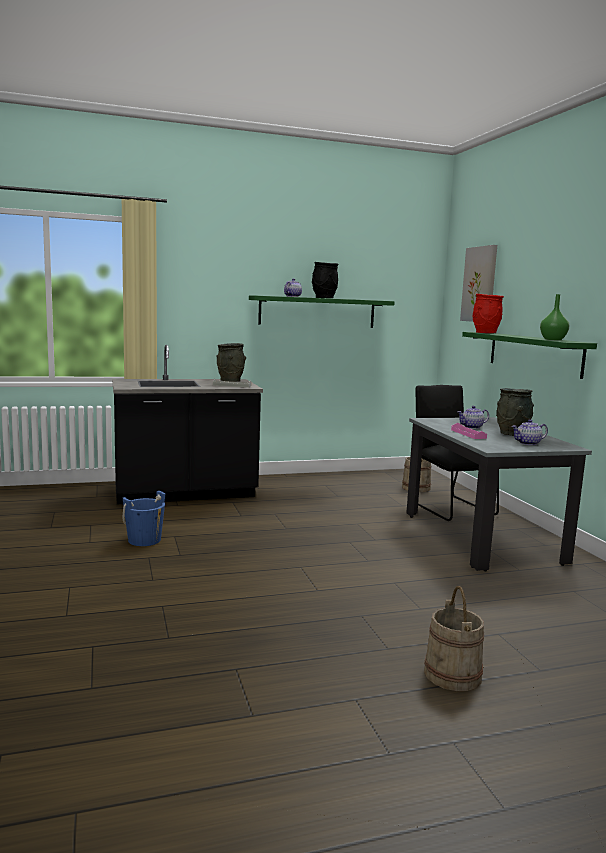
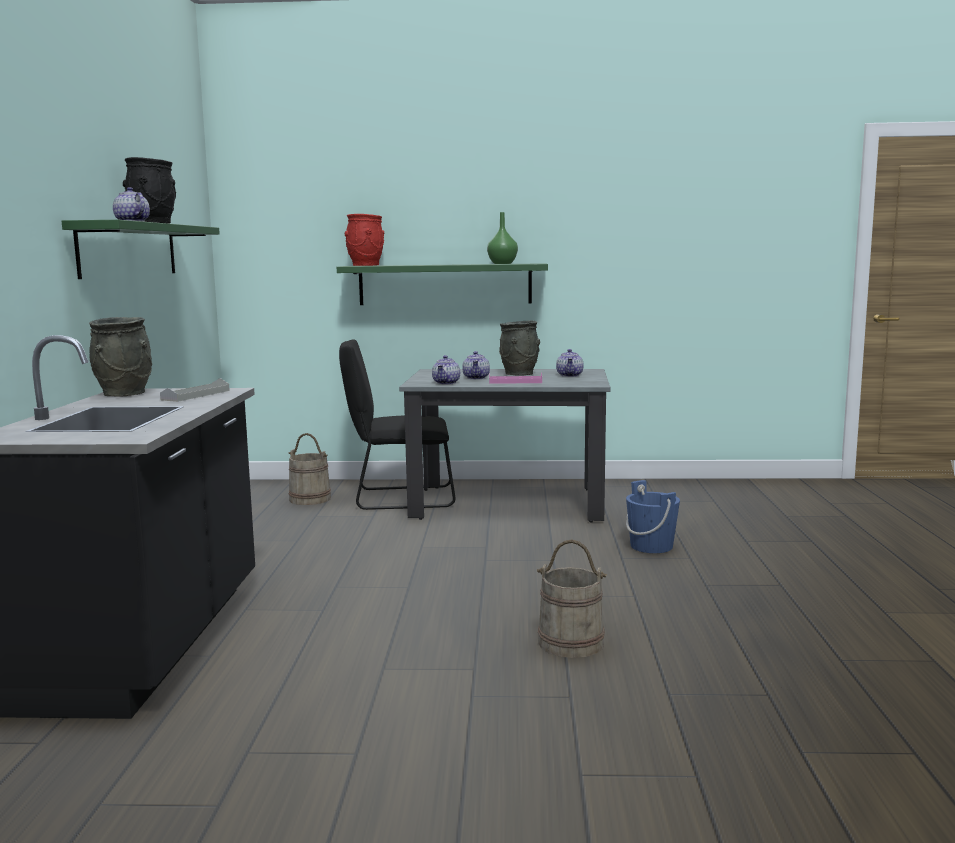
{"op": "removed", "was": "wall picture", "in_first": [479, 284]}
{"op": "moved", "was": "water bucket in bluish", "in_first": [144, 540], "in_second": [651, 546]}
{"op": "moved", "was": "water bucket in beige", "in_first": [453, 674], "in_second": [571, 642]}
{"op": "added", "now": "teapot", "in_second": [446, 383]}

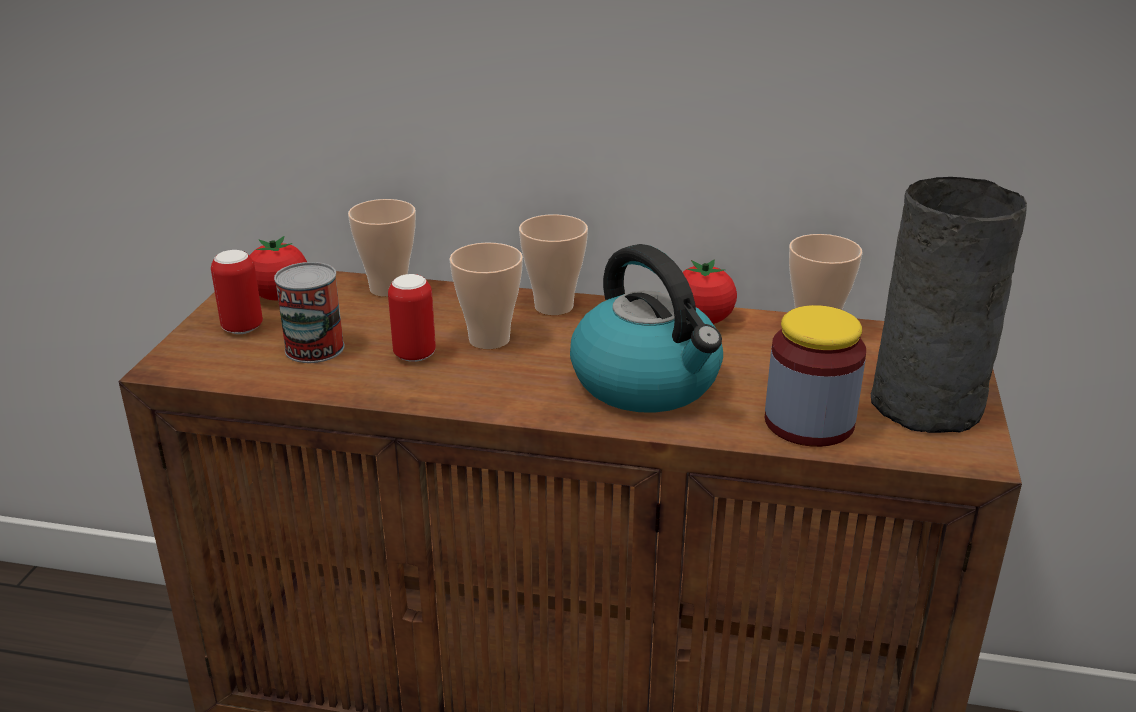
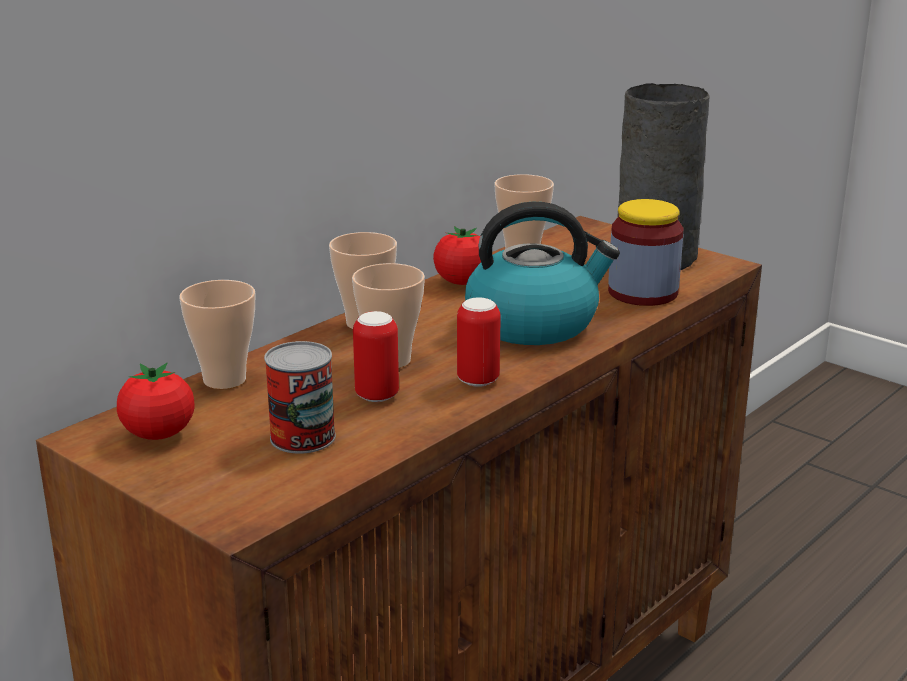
{"op": "moved", "was": "can", "in_first": [242, 328], "in_second": [478, 380]}

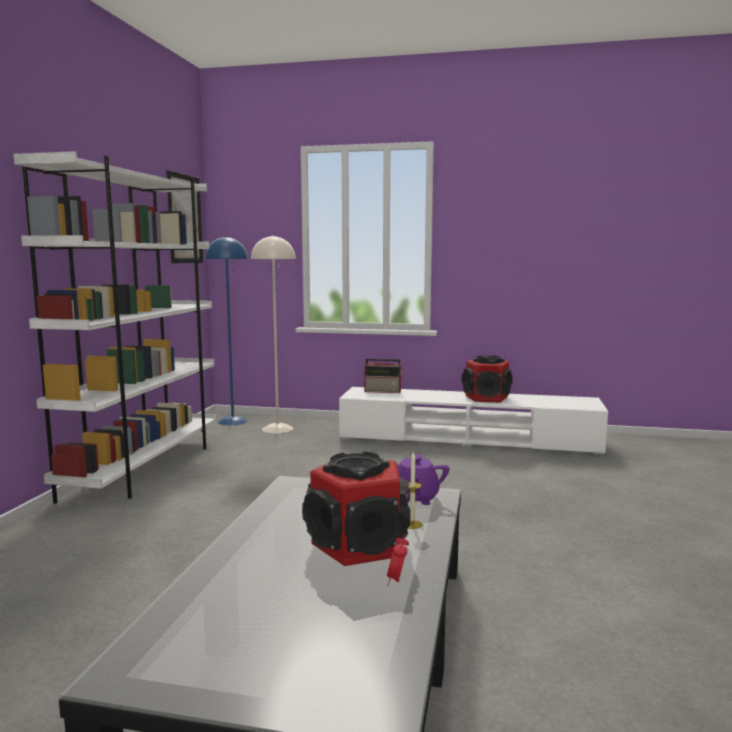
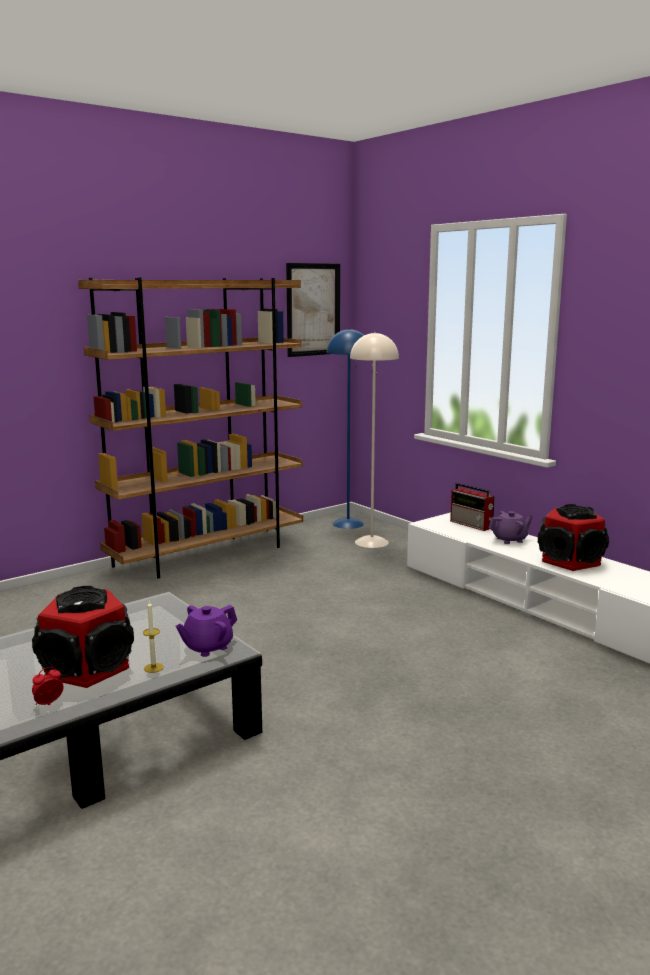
{"op": "recoloured", "was": "bookshelf in whitish", "now": "bookshelf in brown-coloured", "in_first": [145, 468], "in_second": [208, 554]}
{"op": "added", "now": "teapot in purple-coloured", "in_second": [510, 540]}

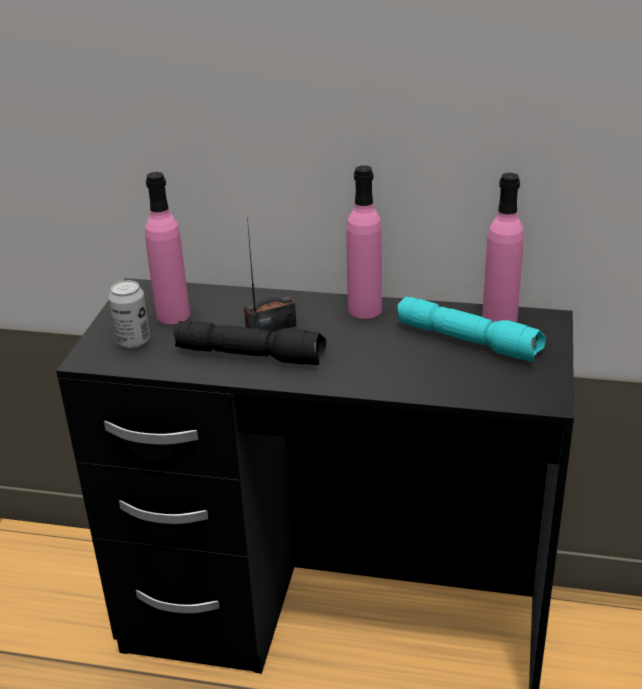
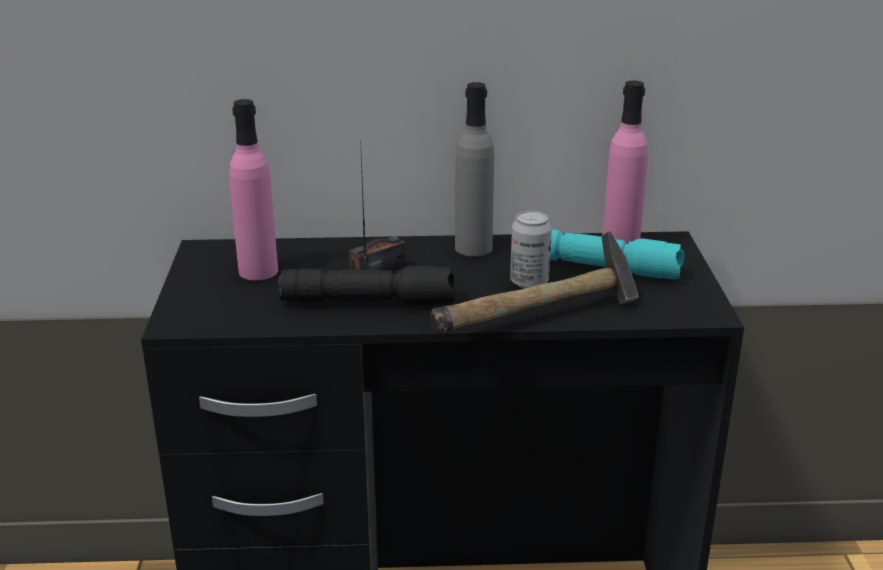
{"op": "recoloured", "was": "beverage bottle in pink", "now": "beverage bottle in gray", "in_first": [364, 309], "in_second": [473, 248]}
{"op": "moved", "was": "can", "in_first": [133, 341], "in_second": [529, 282]}
{"op": "added", "now": "tool hammer", "in_second": [540, 318]}

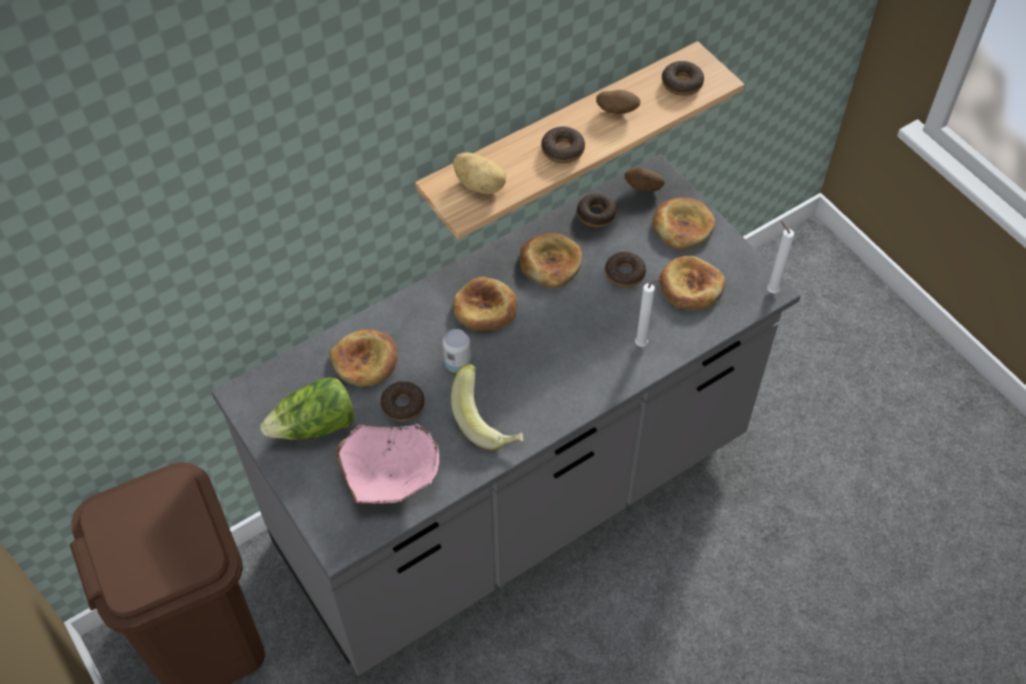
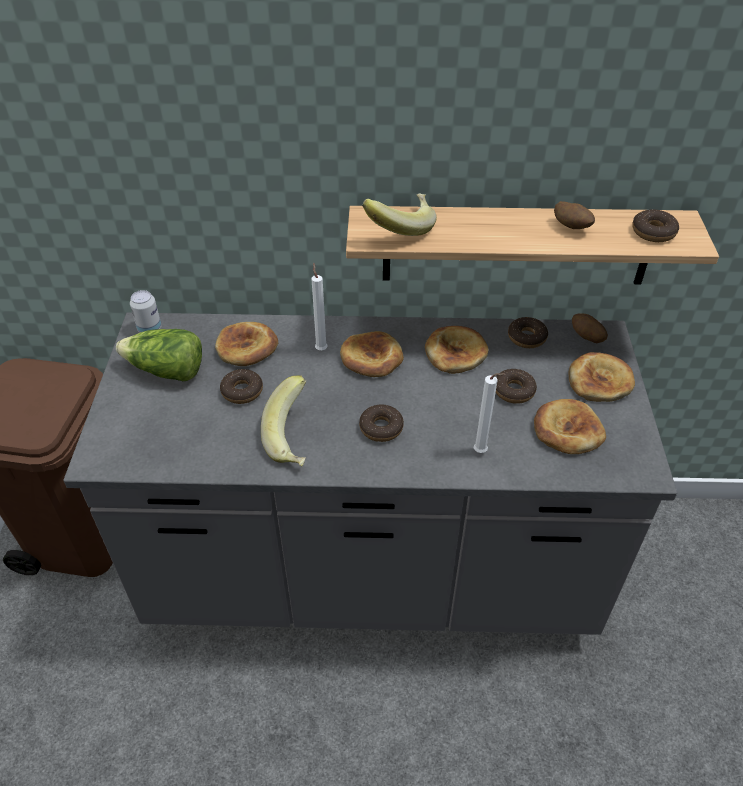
{"op": "moved", "was": "doughnut", "in_first": [562, 150], "in_second": [381, 428]}
{"op": "replaced", "was": "potato", "now": "whole banana", "in_first": [480, 184], "in_second": [400, 227]}
{"op": "moved", "was": "wax candle in whitish", "in_first": [770, 290], "in_second": [321, 348]}
{"op": "moved", "was": "can", "in_first": [457, 363], "in_second": [149, 329]}
{"op": "removed", "was": "bowl in pink", "in_first": [390, 476]}

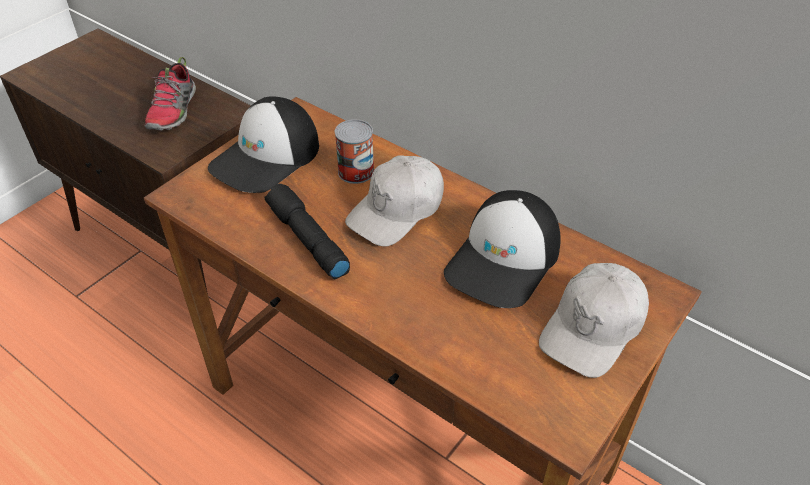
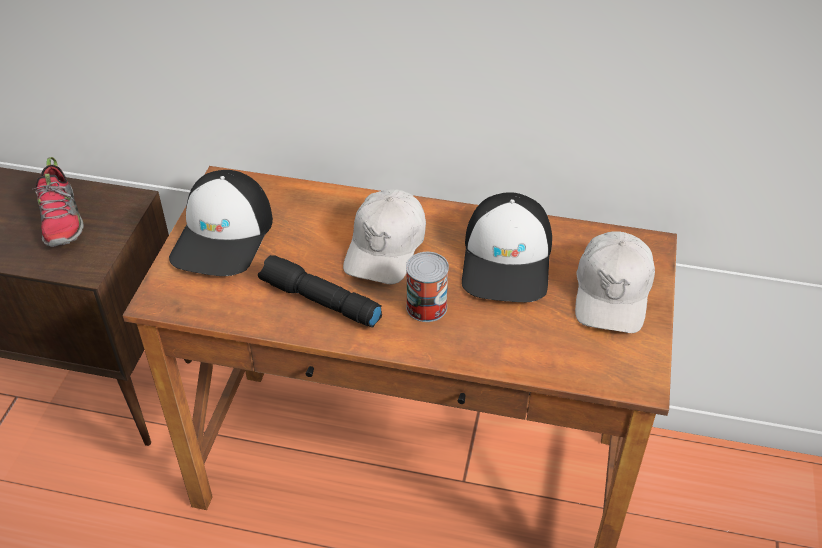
{"op": "moved", "was": "can", "in_first": [356, 171], "in_second": [426, 307]}

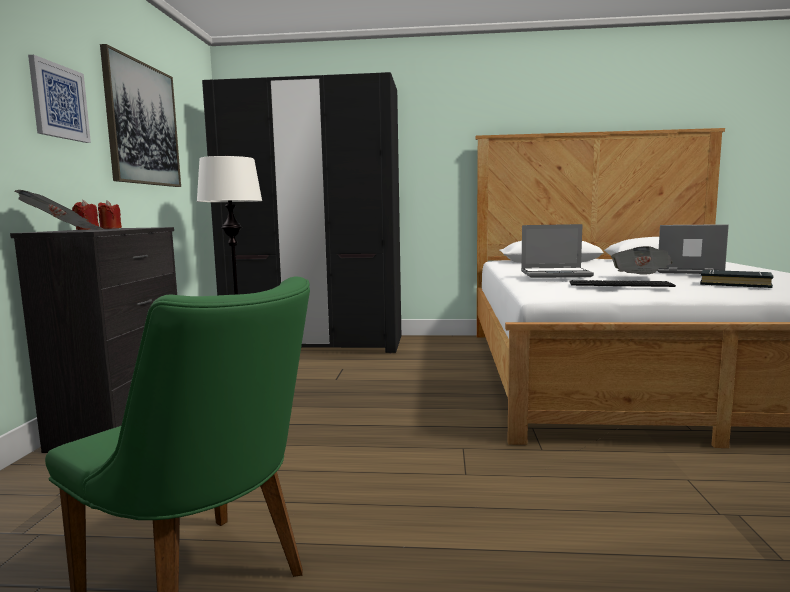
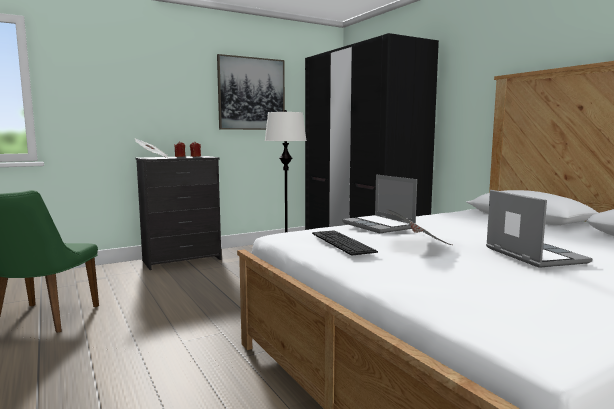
{"op": "removed", "was": "wall picture", "in_first": [59, 102]}
{"op": "removed", "was": "volume in black", "in_first": [735, 284]}

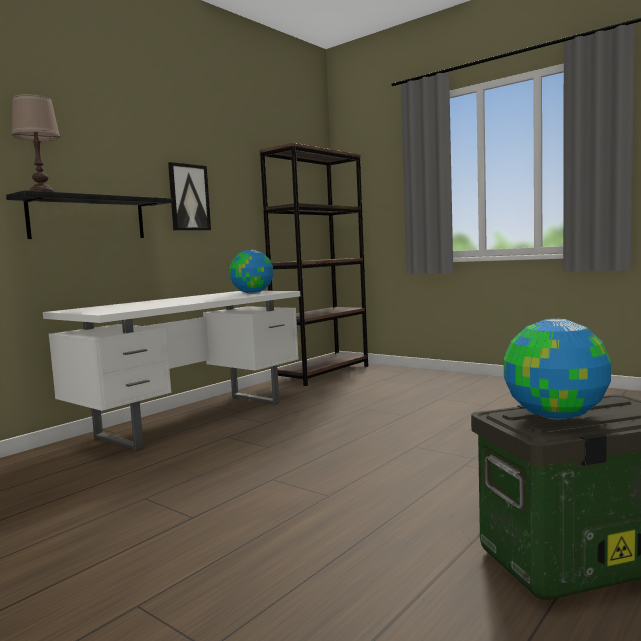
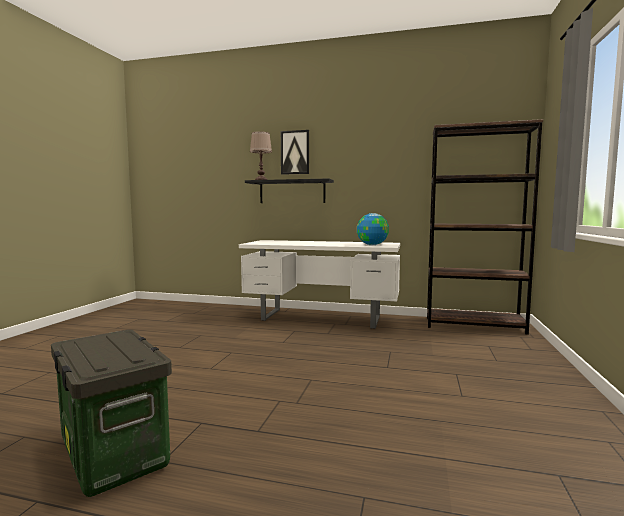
{"op": "moved", "was": "wall picture", "in_first": [189, 197], "in_second": [295, 152]}
{"op": "removed", "was": "globe", "in_first": [554, 416]}

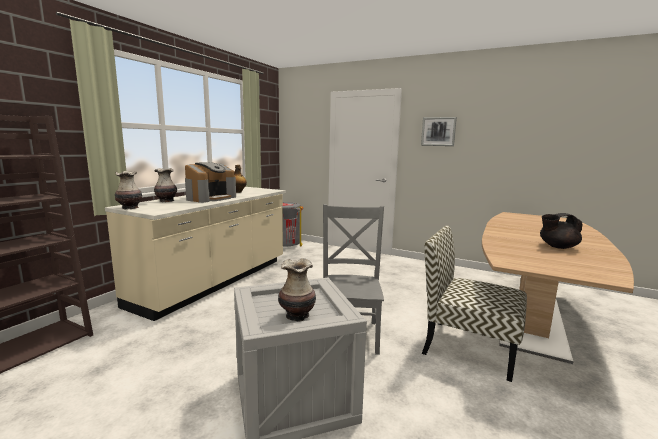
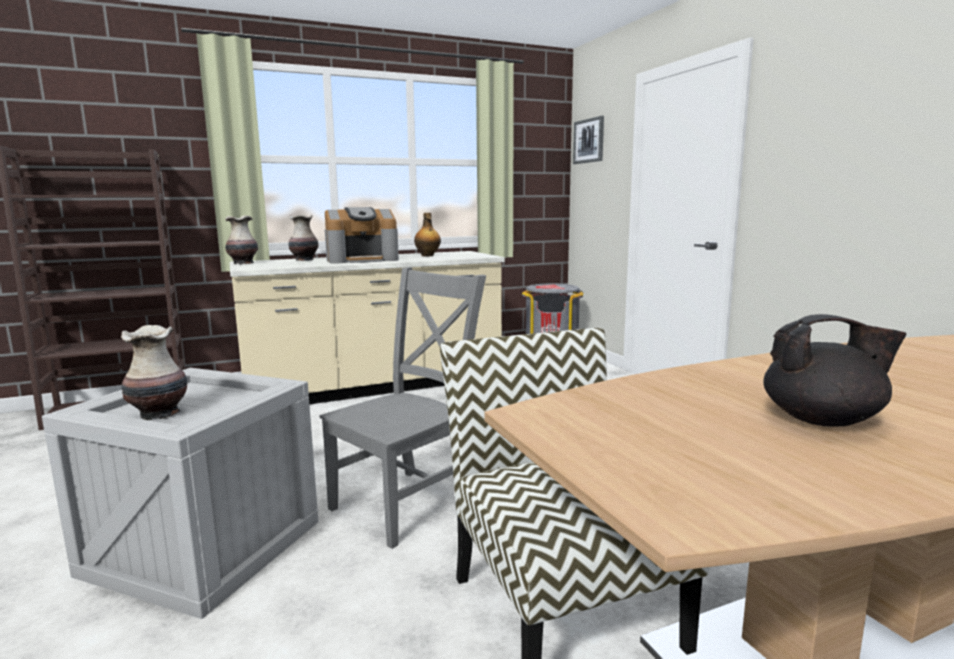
{"op": "moved", "was": "wall picture", "in_first": [438, 131], "in_second": [589, 141]}
{"op": "turned", "was": "teapot in black", "in_first": [557, 246], "in_second": [823, 420], "clockwise": 150}

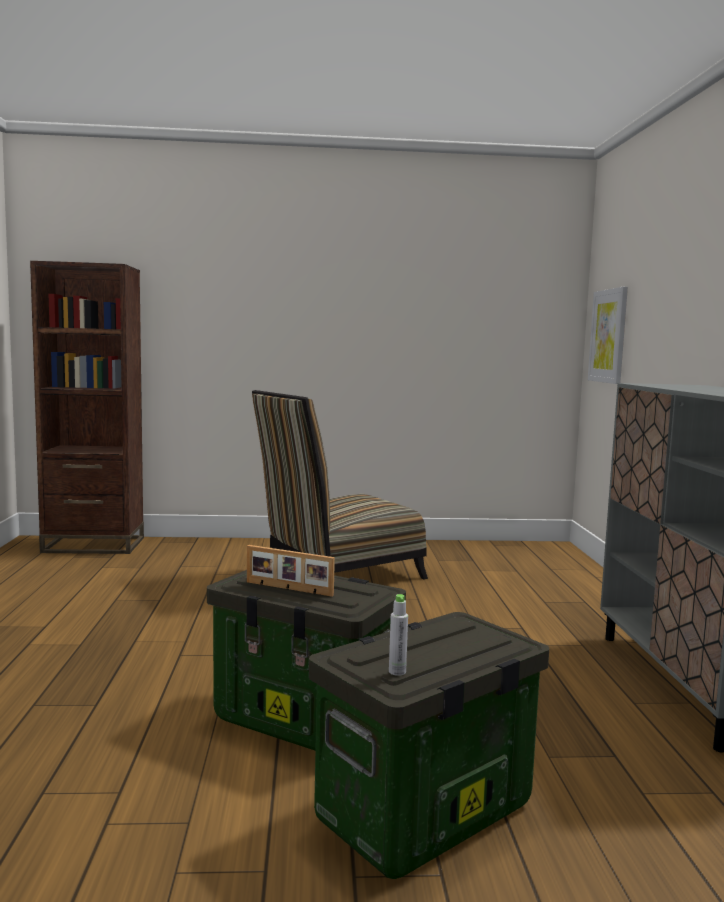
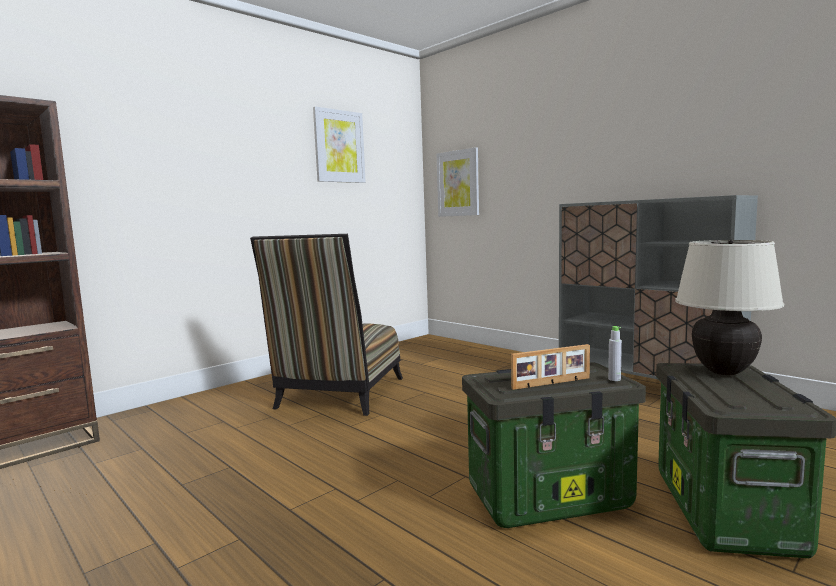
{"op": "moved", "was": "beverage bottle in gray", "in_first": [397, 672], "in_second": [614, 379]}
{"op": "added", "now": "wall picture", "in_second": [339, 146]}
{"op": "added", "now": "lamp for a table in beige", "in_second": [724, 372]}

